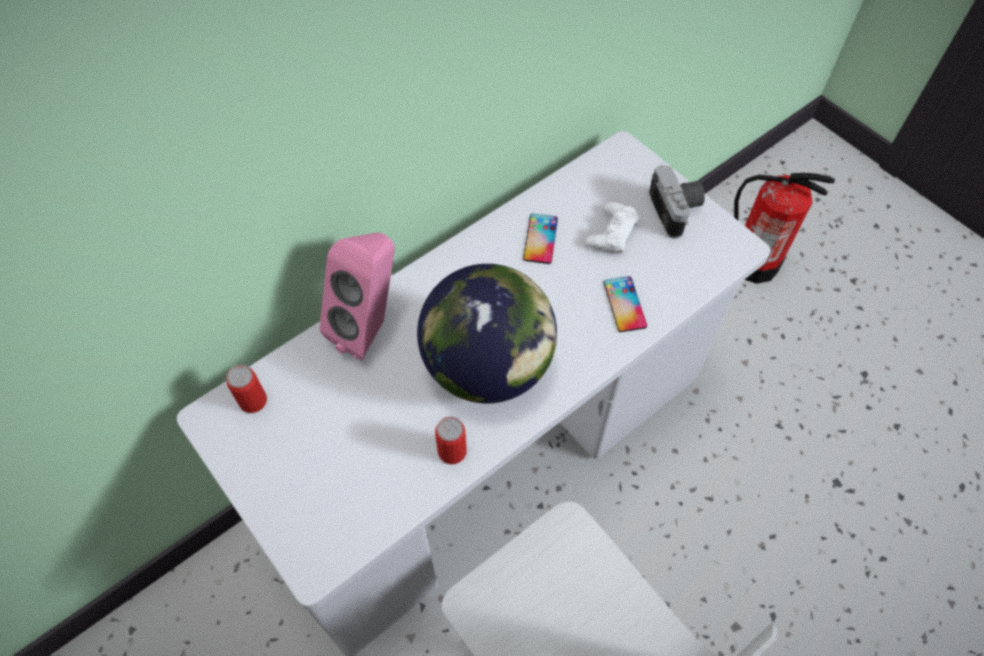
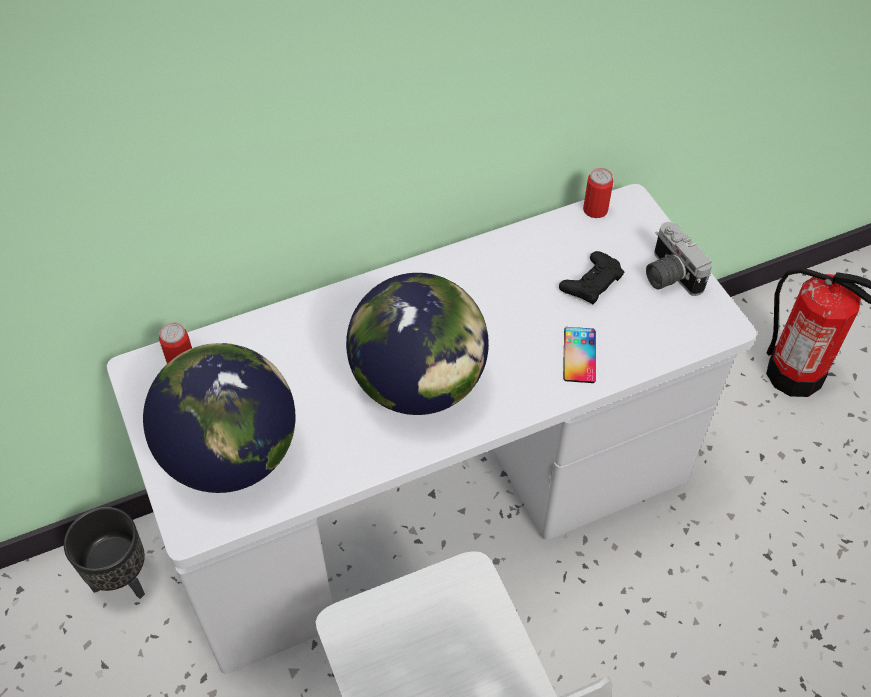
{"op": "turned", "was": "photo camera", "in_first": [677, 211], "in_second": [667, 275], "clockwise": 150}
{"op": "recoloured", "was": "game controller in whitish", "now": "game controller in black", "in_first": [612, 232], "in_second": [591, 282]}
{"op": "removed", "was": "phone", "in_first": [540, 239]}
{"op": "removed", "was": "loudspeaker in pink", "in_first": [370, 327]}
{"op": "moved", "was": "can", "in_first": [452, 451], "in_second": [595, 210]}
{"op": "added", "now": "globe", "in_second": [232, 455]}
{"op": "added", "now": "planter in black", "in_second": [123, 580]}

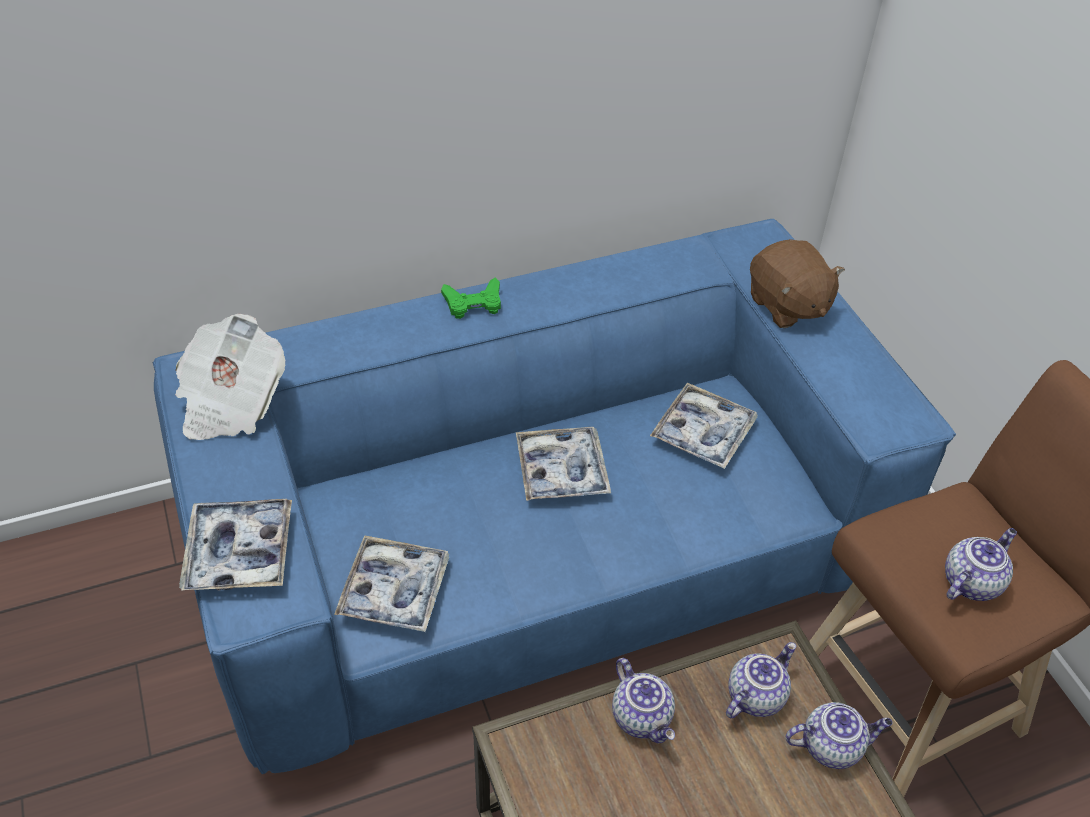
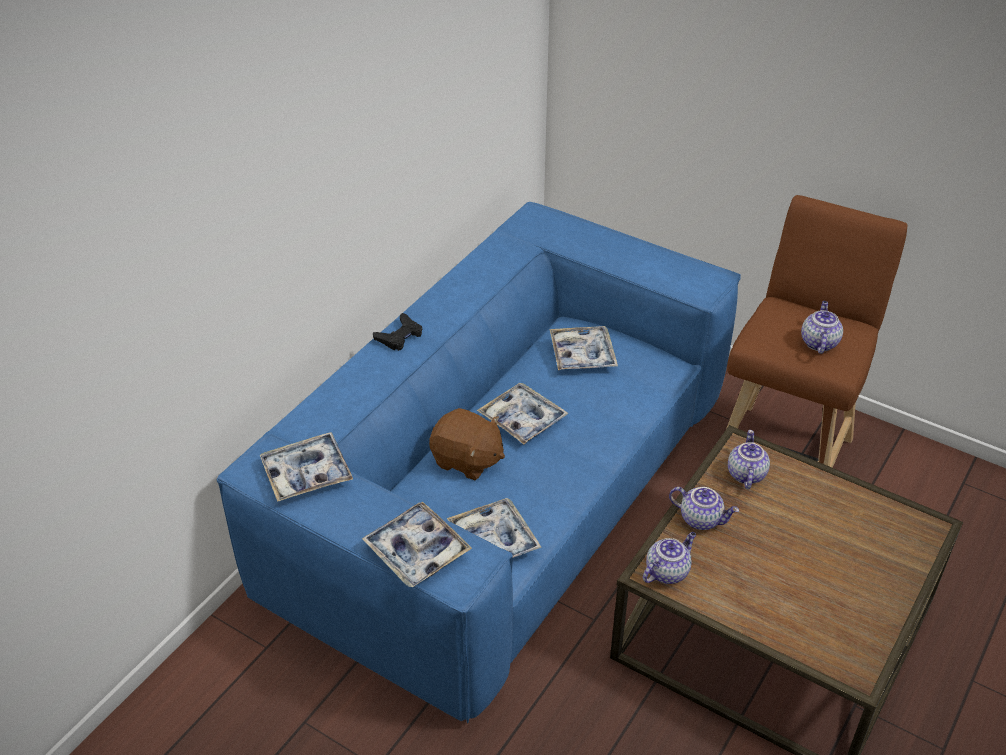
{"op": "moved", "was": "cuddly toy in brown-coloured", "in_first": [787, 305], "in_second": [467, 460]}
{"op": "recoloured", "was": "game controller in greenish", "now": "game controller in black", "in_first": [473, 303], "in_second": [399, 336]}
{"op": "replaced", "was": "daily paper", "now": "serving tray", "in_first": [230, 402], "in_second": [307, 473]}
{"op": "moved", "was": "teapot", "in_first": [832, 746], "in_second": [667, 571]}

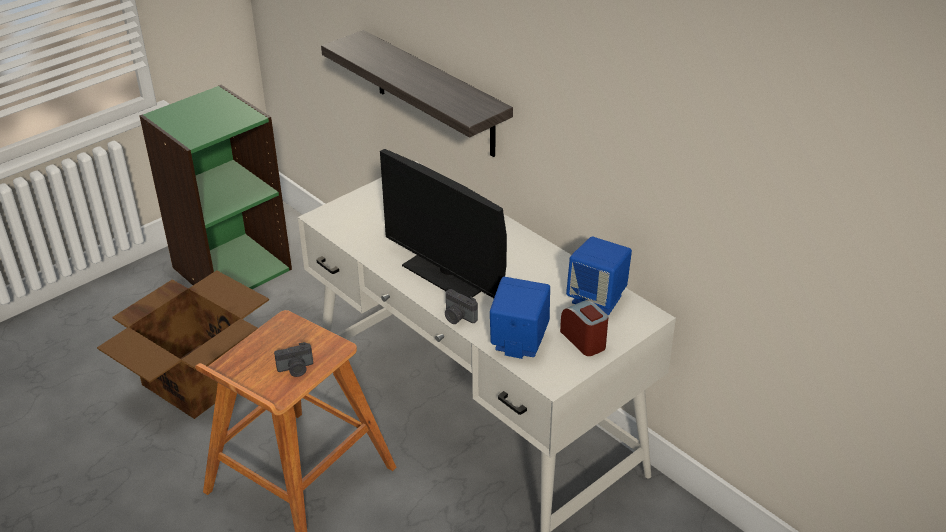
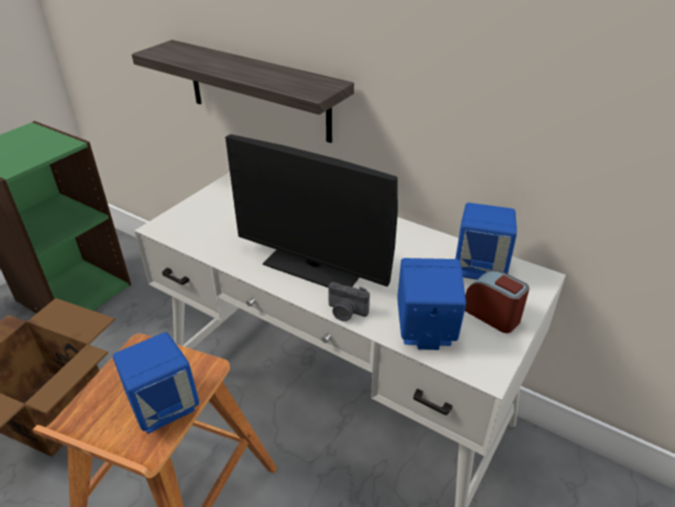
{"op": "replaced", "was": "photo camera", "now": "loudspeaker in bluish", "in_first": [296, 369], "in_second": [164, 406]}

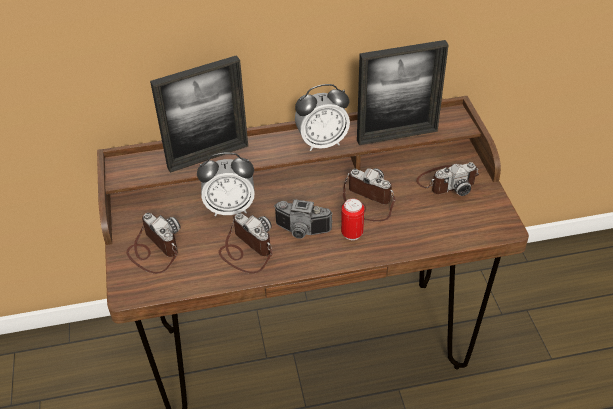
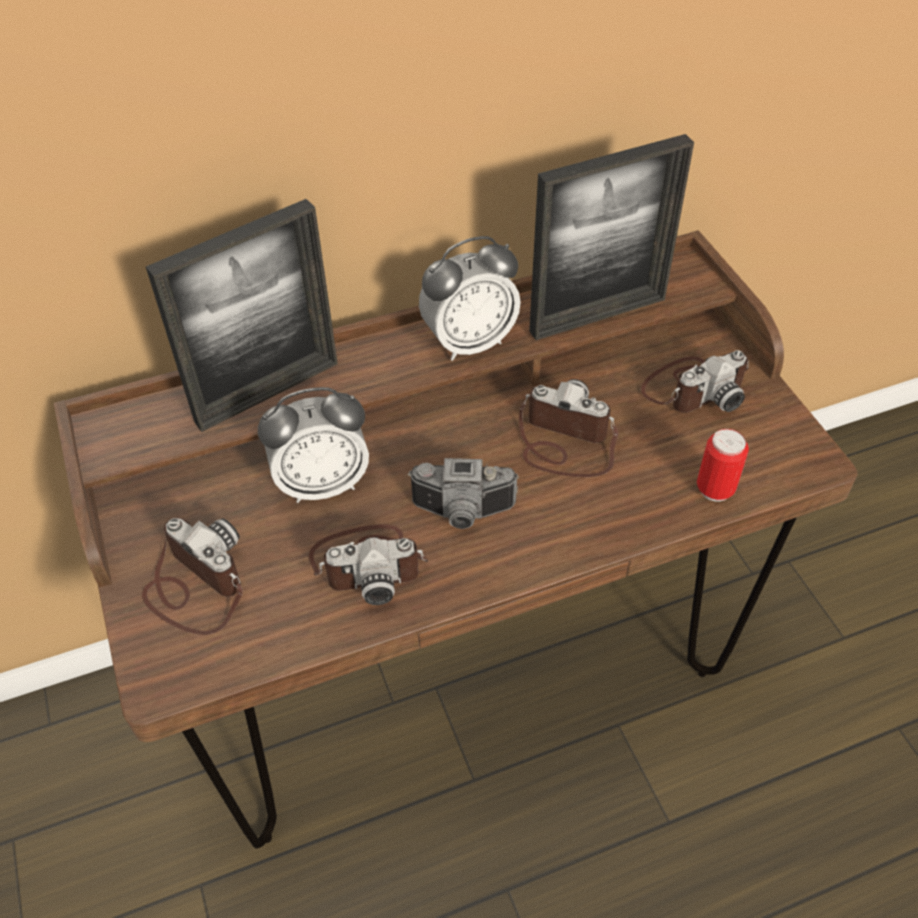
{"op": "moved", "was": "can", "in_first": [352, 234], "in_second": [715, 489]}
{"op": "turned", "was": "photo camera", "in_first": [246, 250], "in_second": [369, 563], "clockwise": 135}

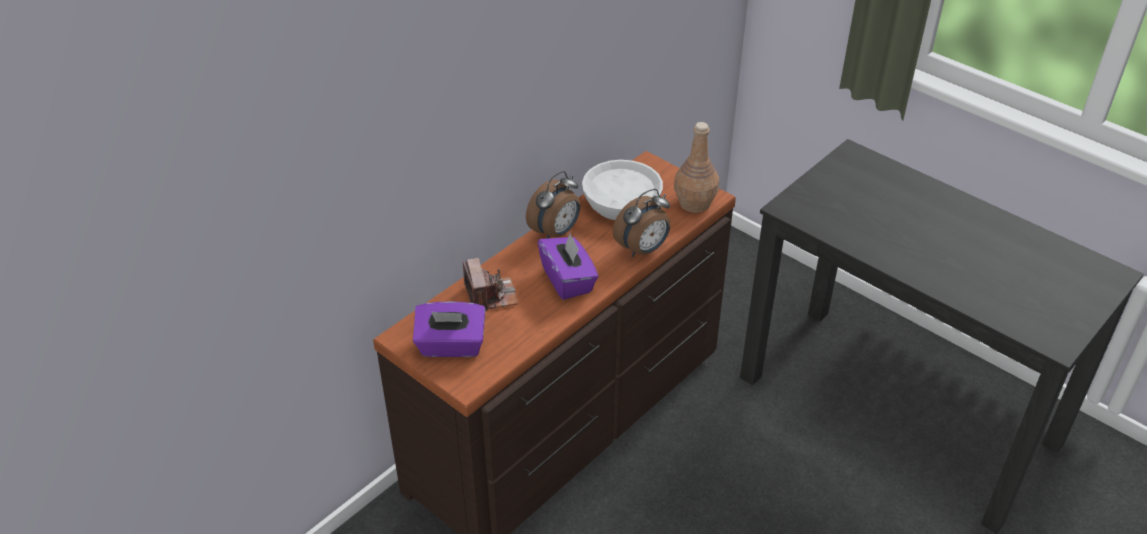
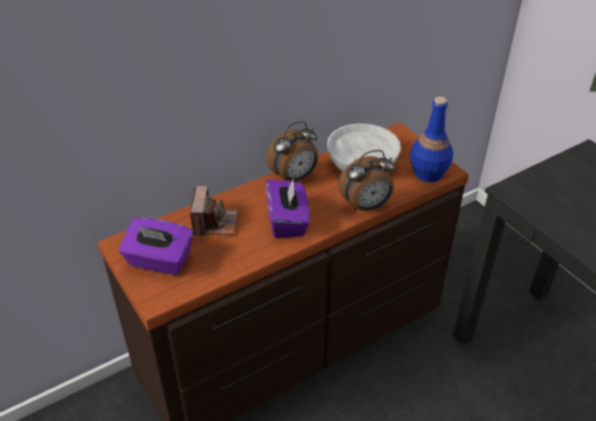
{"op": "recoloured", "was": "beverage bottle in brown-coloured", "now": "beverage bottle in bluish", "in_first": [694, 203], "in_second": [428, 173]}

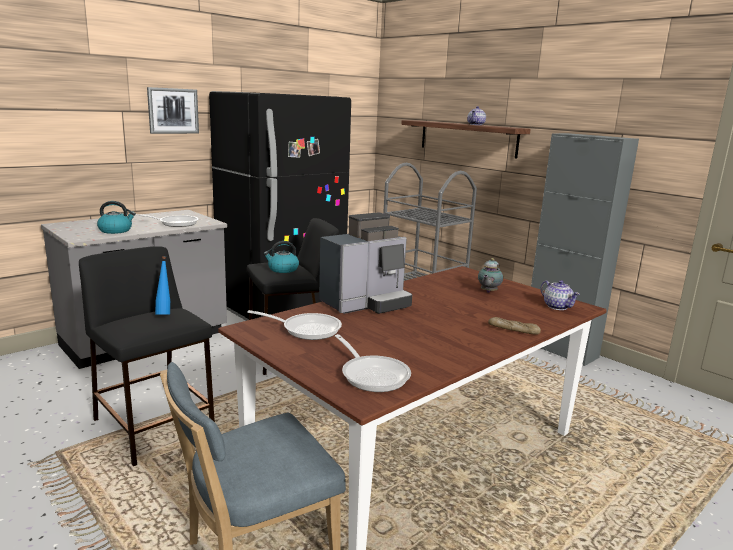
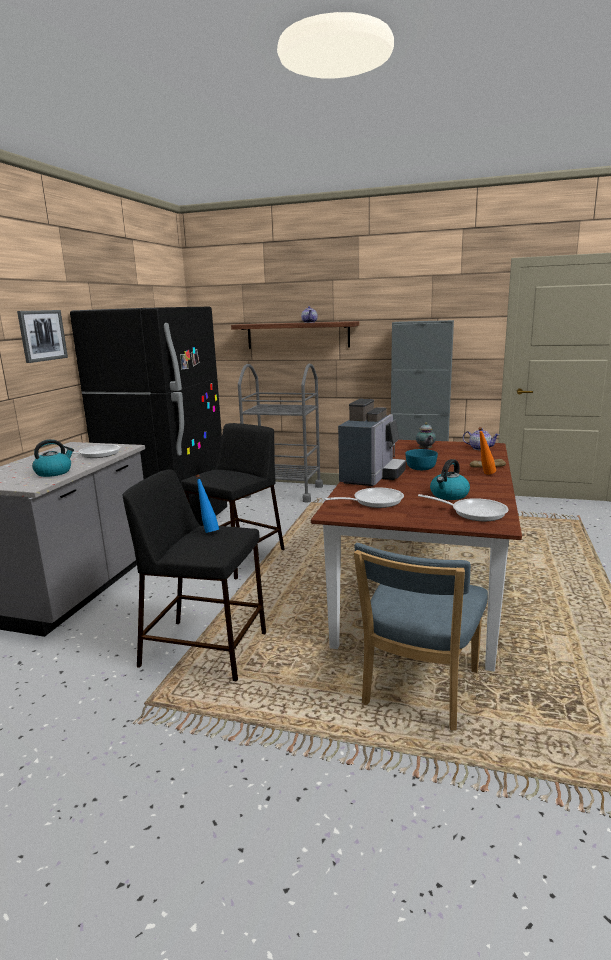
{"op": "moved", "was": "tea kettle", "in_first": [282, 269], "in_second": [449, 495]}
{"op": "added", "now": "beverage bottle in orangey", "in_second": [484, 474]}
{"op": "added", "now": "bowl in turquoise-coloured", "in_second": [420, 468]}

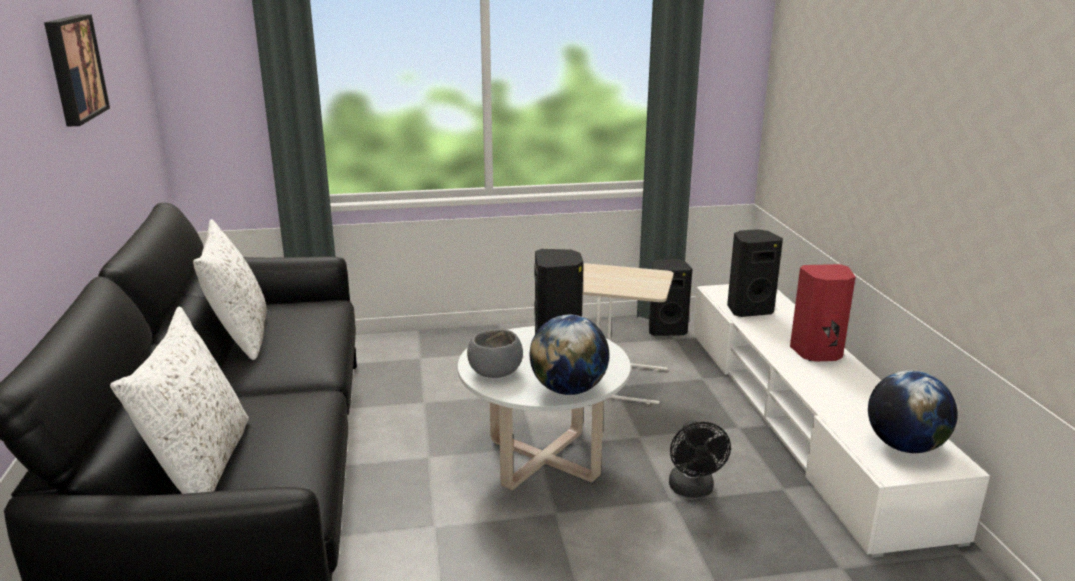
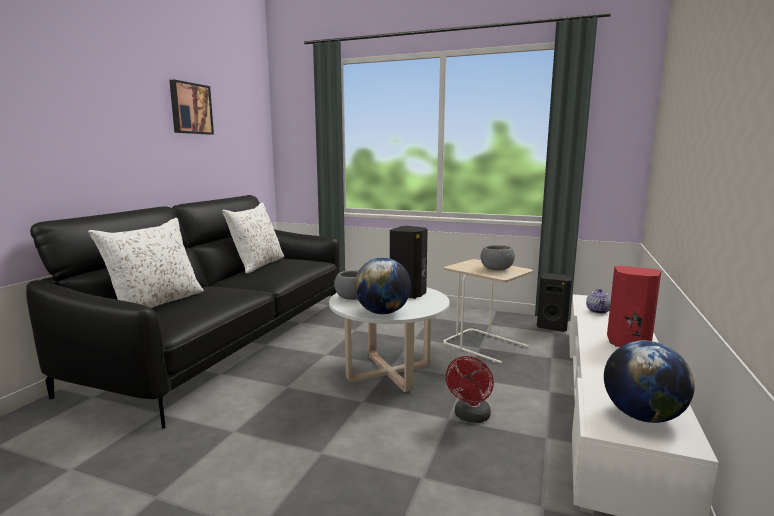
{"op": "replaced", "was": "loudspeaker in black", "now": "teapot", "in_first": [748, 310], "in_second": [598, 311]}
{"op": "recoloured", "was": "cooling fan in black", "now": "cooling fan in reddish", "in_first": [693, 490], "in_second": [470, 417]}
{"op": "added", "now": "bowl in gray", "in_second": [496, 269]}

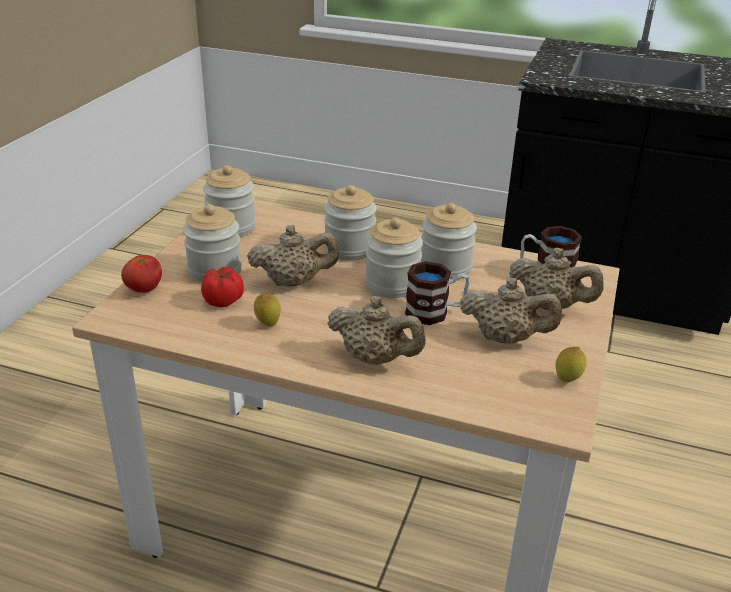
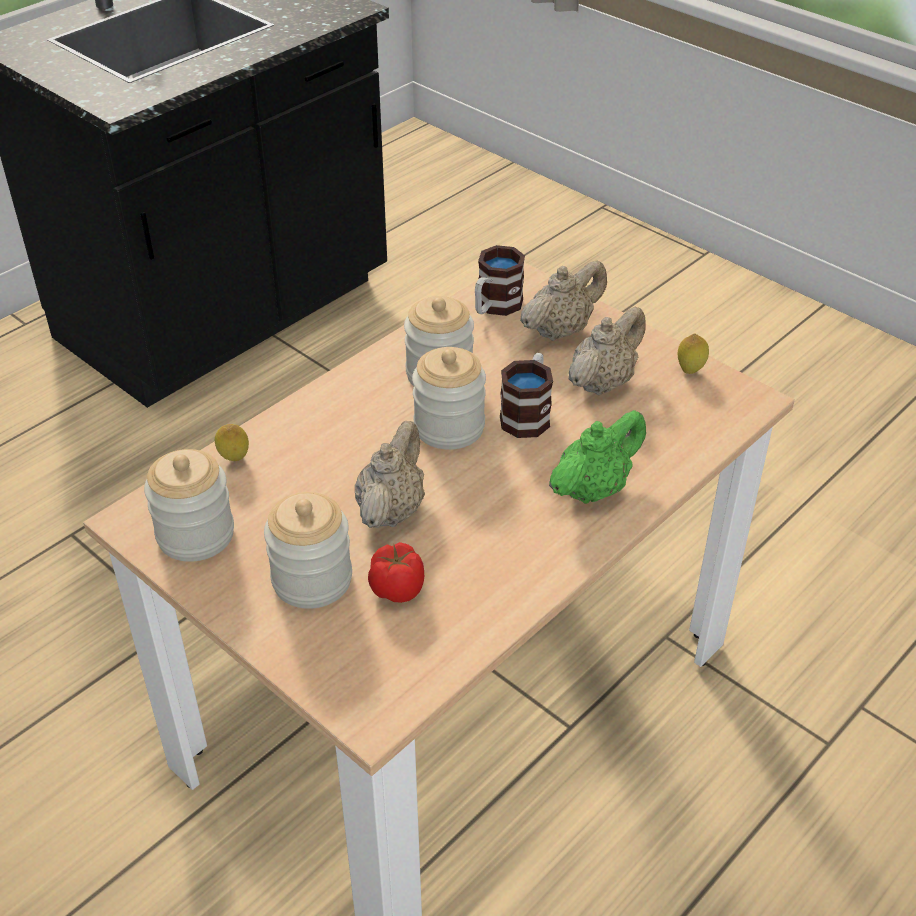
{"op": "removed", "was": "storage jar", "in_first": [349, 249]}
{"op": "removed", "was": "whole tomato", "in_first": [144, 290]}
{"op": "moved", "was": "citrus fruit", "in_first": [268, 324], "in_second": [234, 459]}
{"op": "recoloured", "was": "teapot in beige", "now": "teapot in greenish", "in_first": [375, 359], "in_second": [594, 488]}

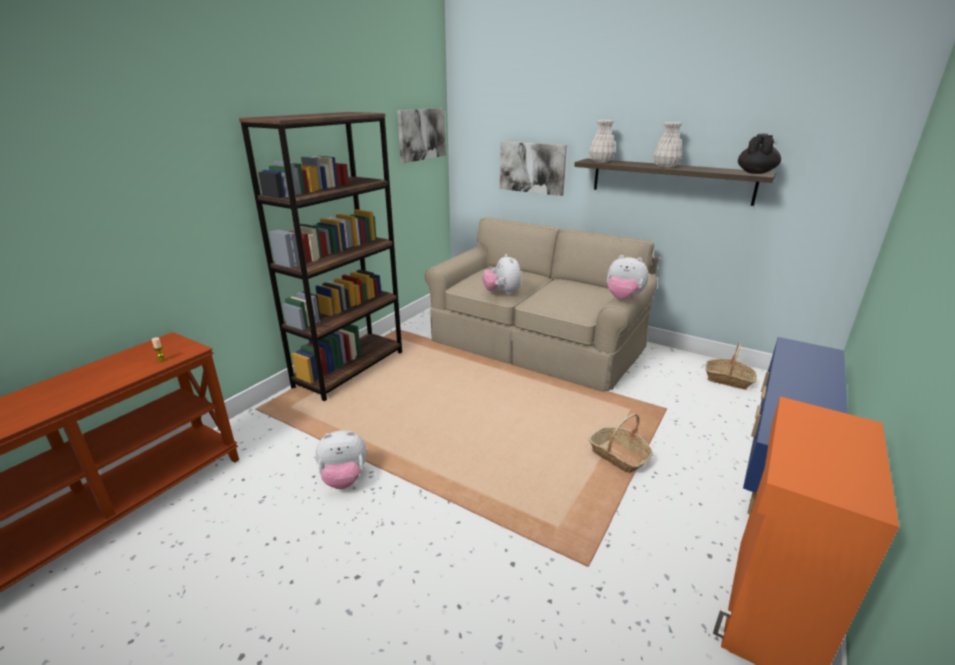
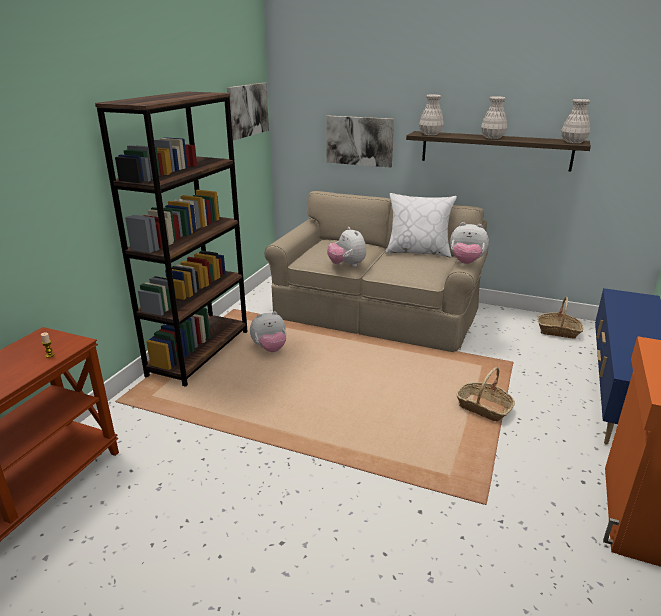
{"op": "replaced", "was": "teapot in black", "now": "decorative vase in whitish", "in_first": [756, 172], "in_second": [573, 142]}
{"op": "moved", "was": "cuddly toy", "in_first": [344, 479], "in_second": [270, 349]}
{"op": "added", "now": "pillow in whitish", "in_second": [418, 252]}

